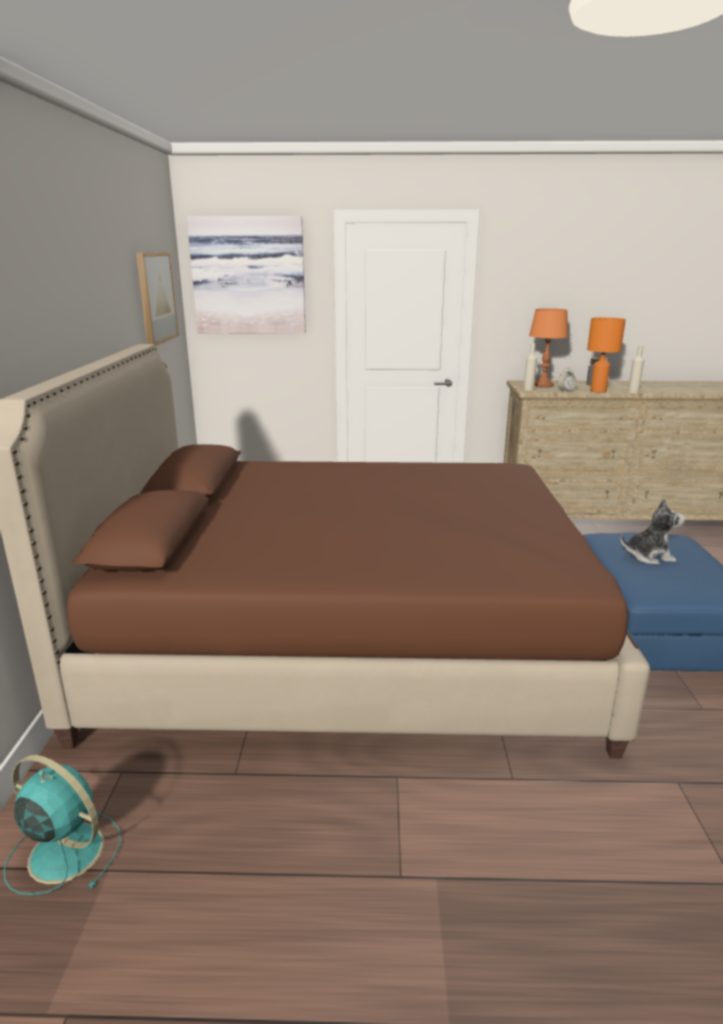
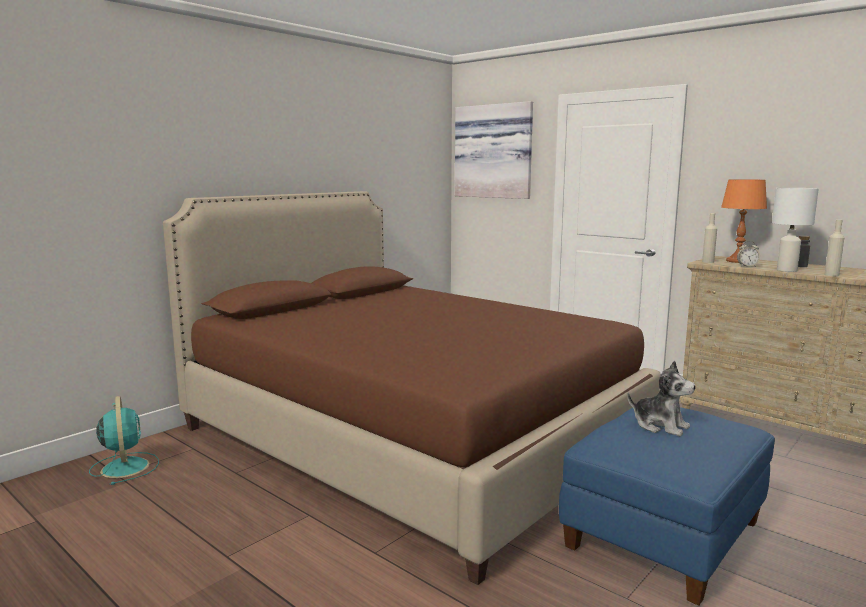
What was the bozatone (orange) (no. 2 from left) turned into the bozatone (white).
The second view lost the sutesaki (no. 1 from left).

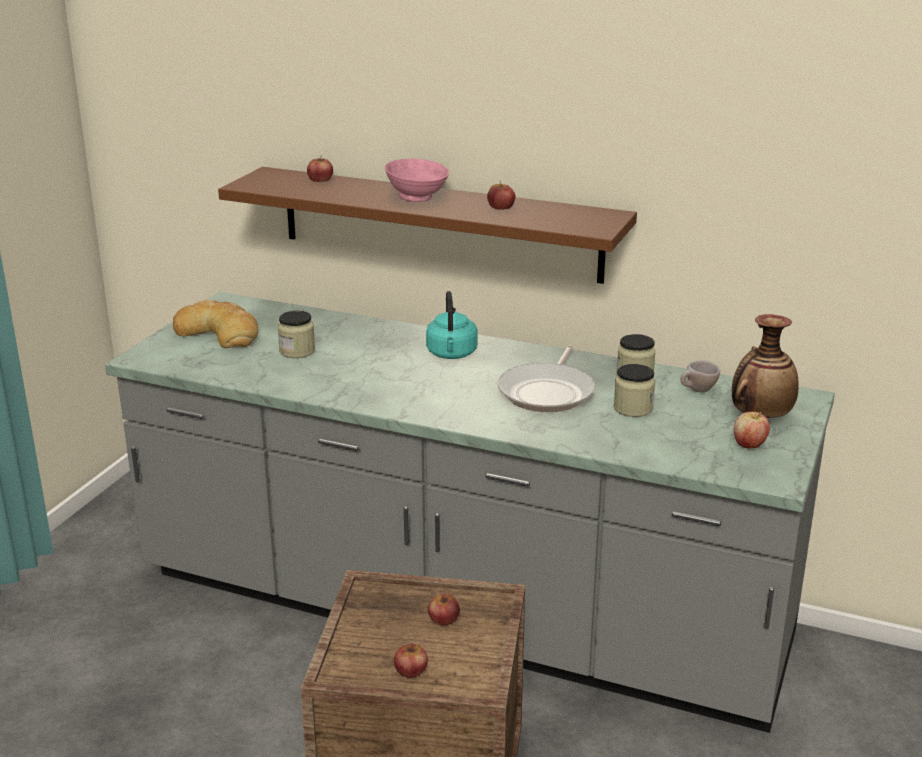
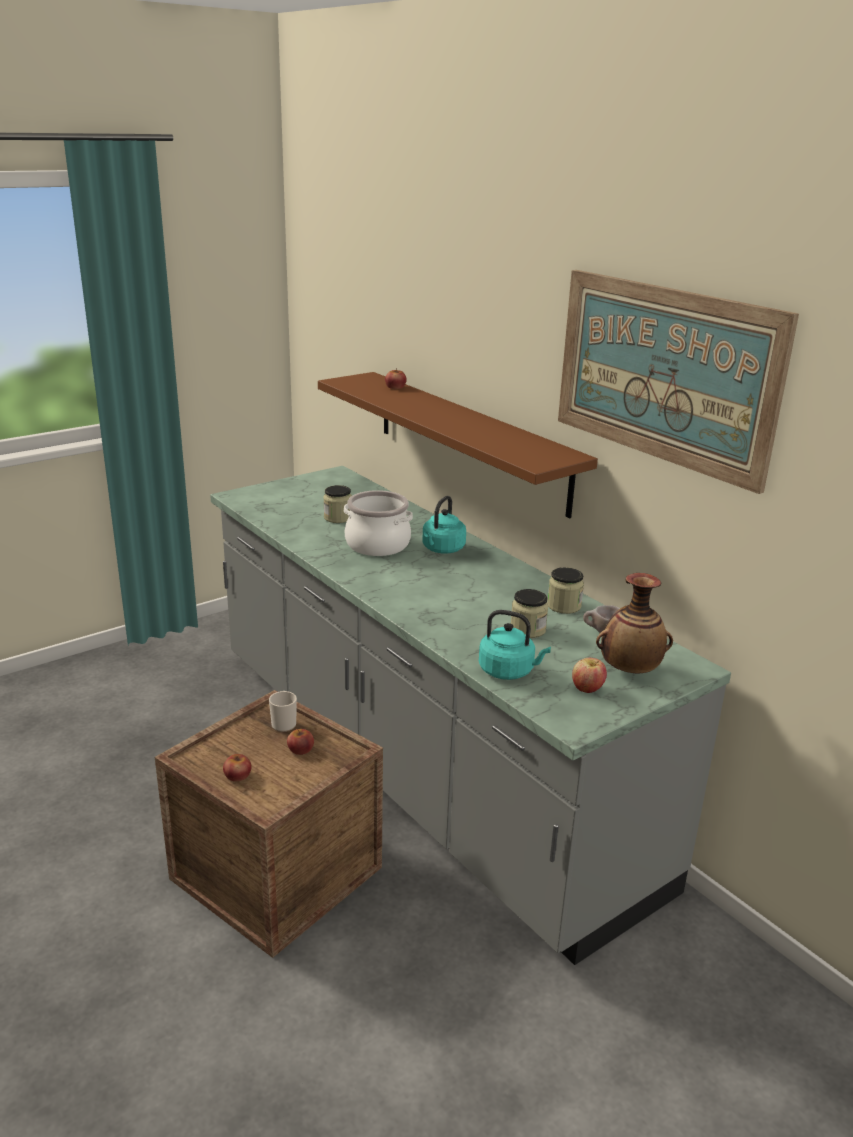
The second view gained the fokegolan.
The second view gained the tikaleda.
The second view gained the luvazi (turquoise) (no. 2 from left).
The second view gained the sutesaki.
The second view lost the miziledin.
The second view lost the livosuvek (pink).
The second view lost the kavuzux (no. 4 from left).
The second view lost the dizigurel.

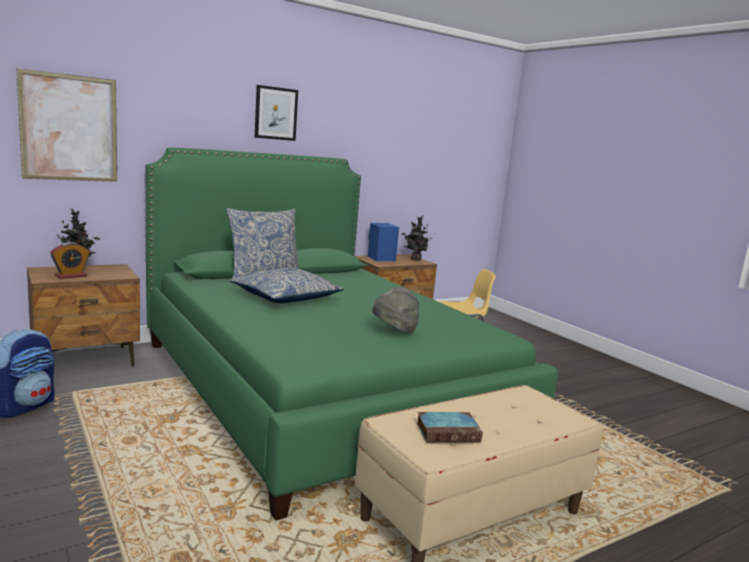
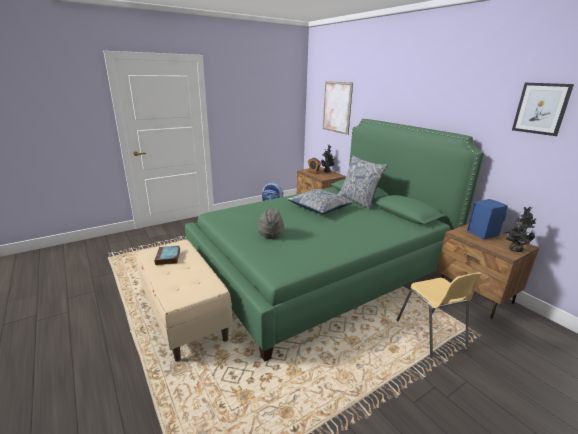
The sutesaki (no. 2 from left) ended up elsewhere.

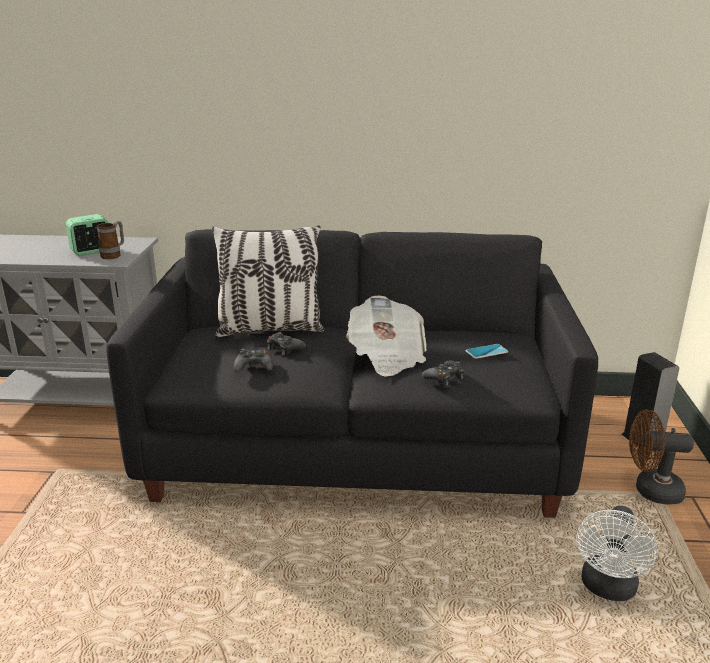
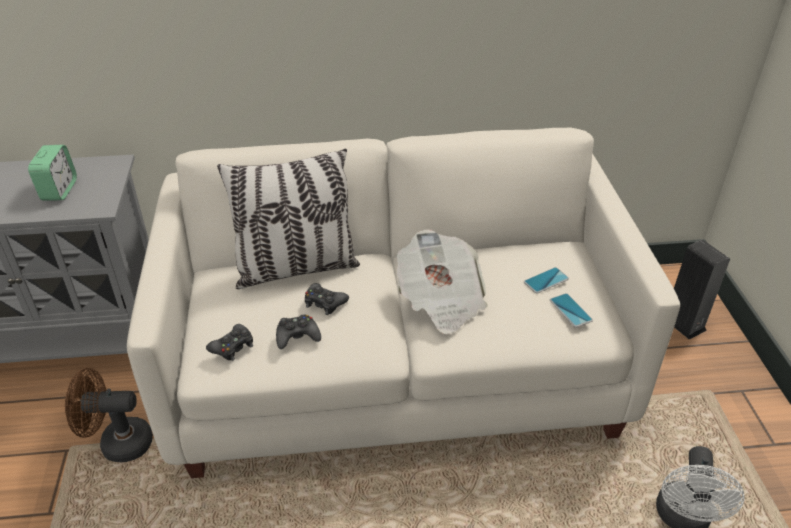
The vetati ended up facing another way, 135 degrees clockwise from before.
The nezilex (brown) ended up elsewhere.
What was the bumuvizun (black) turned into the bumuvizun (white).
The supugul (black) (no. 3 from left in the first image) ended up elsewhere.
The second view gained the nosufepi (no. 2 from left).
The second view lost the fokegolan.

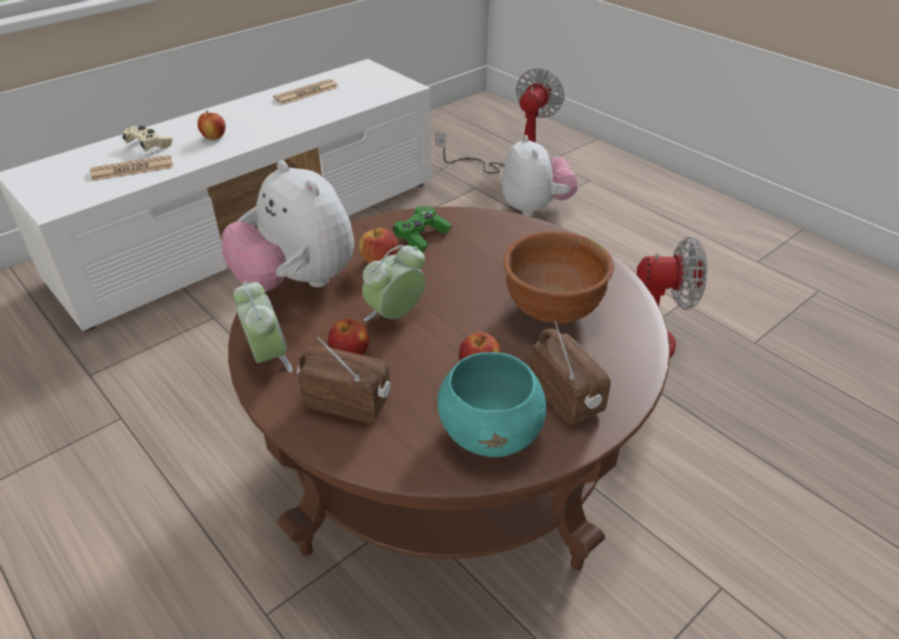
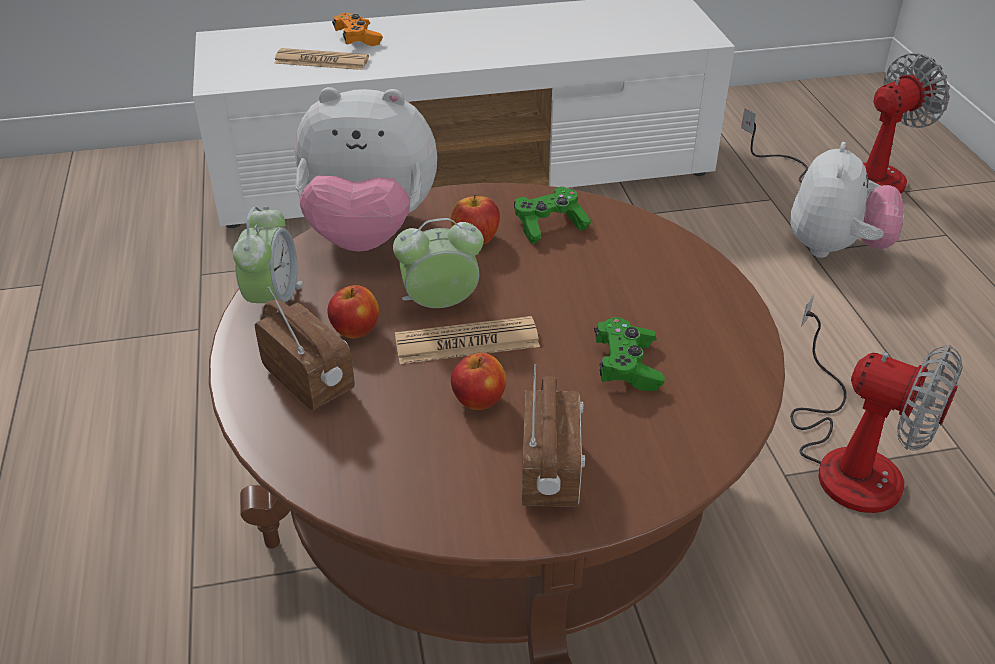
The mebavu (no. 1 from left) ended up facing another way, 75 degrees counterclockwise from before.
What was the supugul (beige) turned into the supugul (orange).
The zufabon (no. 2 from left) ended up elsewhere.
Where the livosuvek (brown) stood, the supugul (green) (no. 2 from left) came to stand.
The second view lost the kavuzux (no. 1 from left).
The second view lost the livosuvek (turquoise).

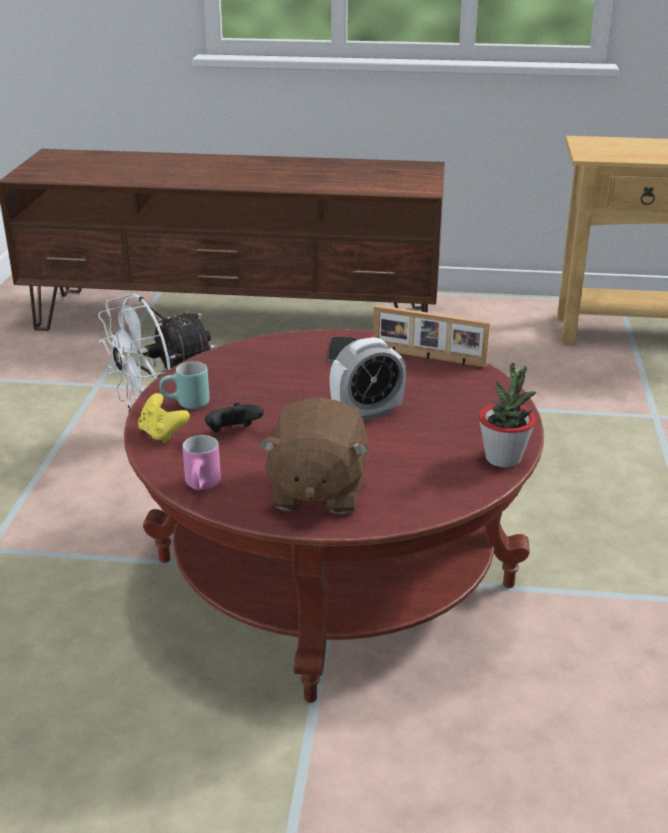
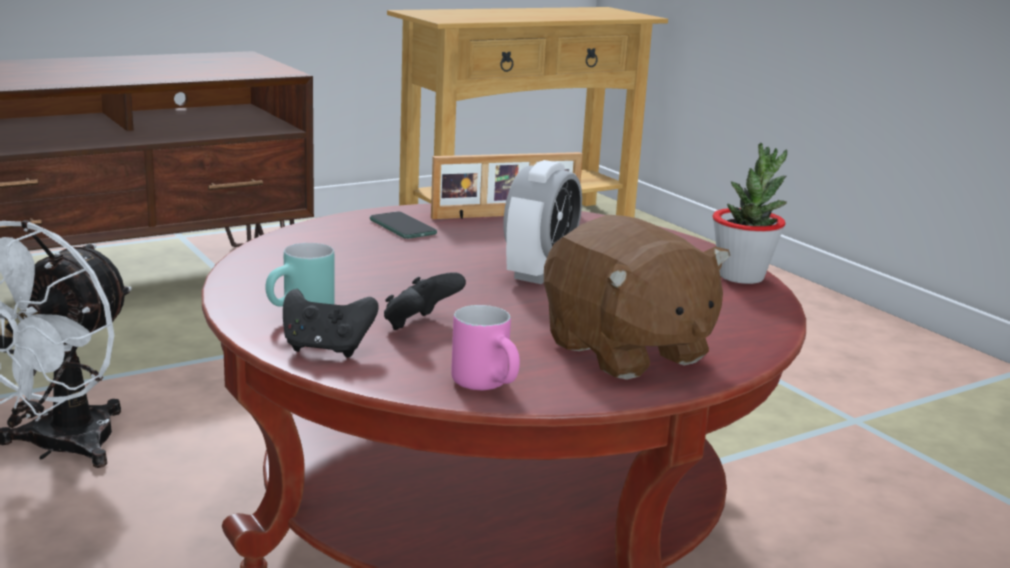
What was the supugul (yellow) turned into the supugul (black) (no. 1 from left).

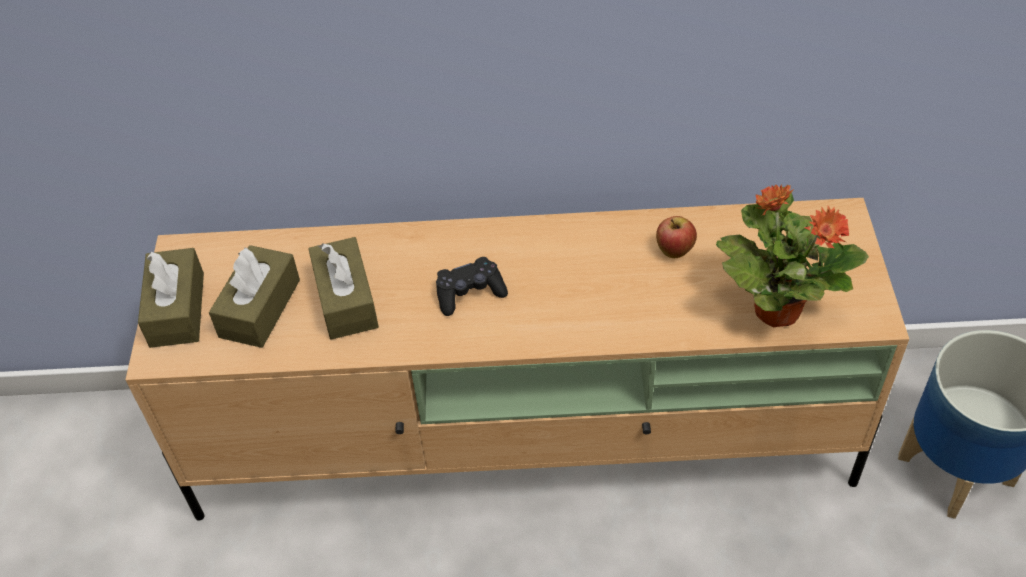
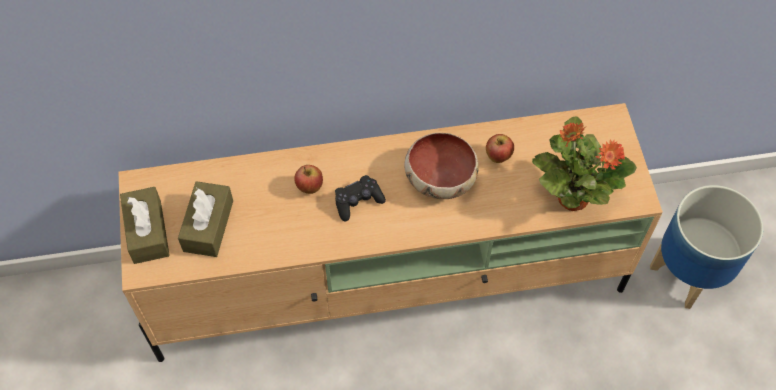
The second view gained the kavuzux (no. 1 from left).
The second view gained the livosuvek.
The second view lost the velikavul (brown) (no. 3 from left).

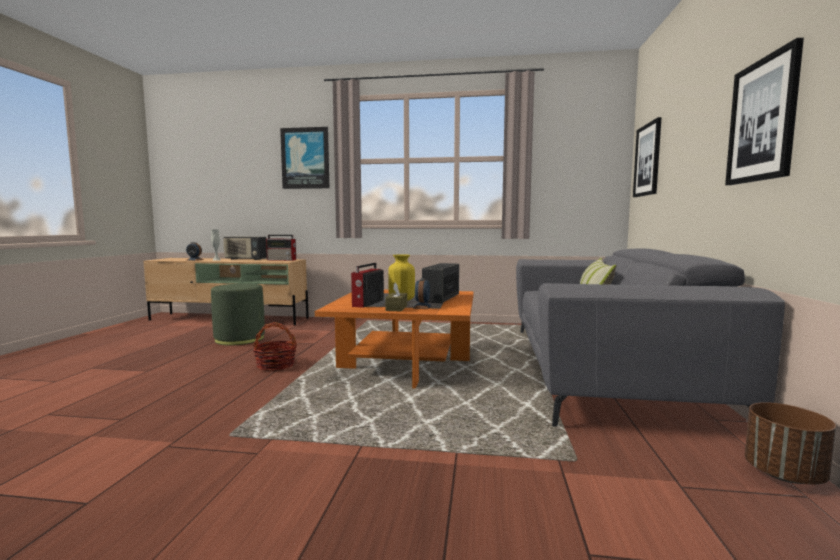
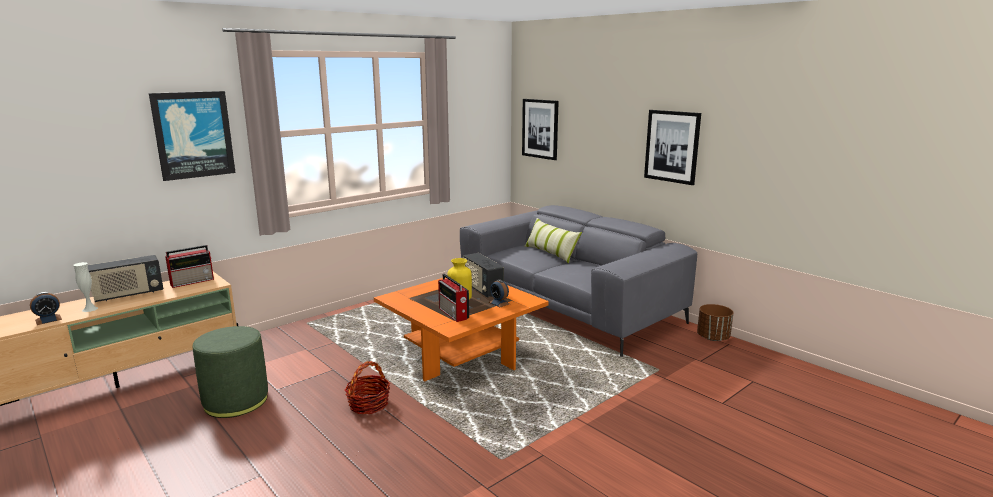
The second view lost the velikavul (brown).

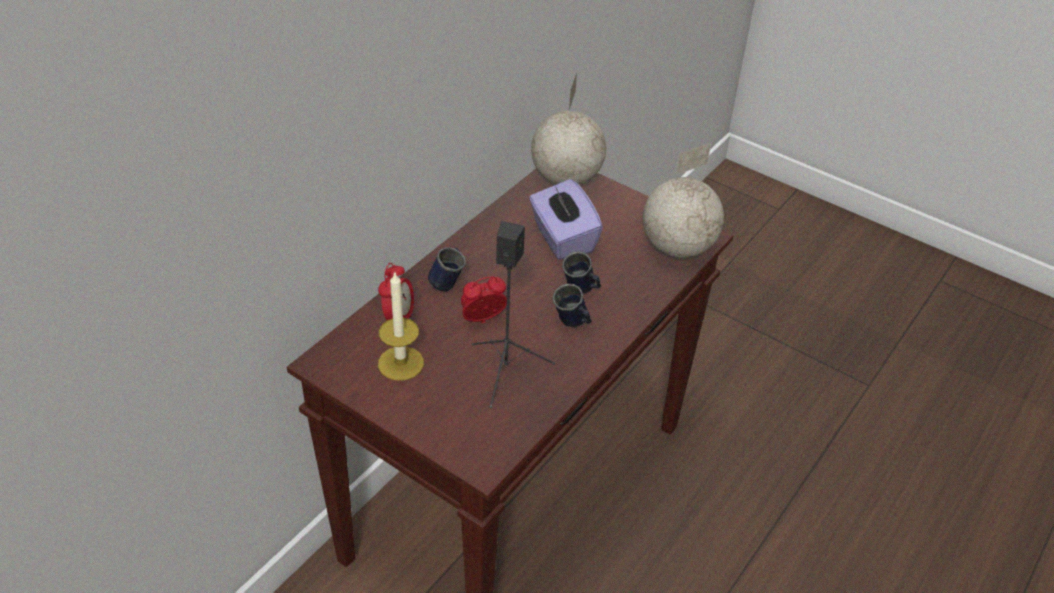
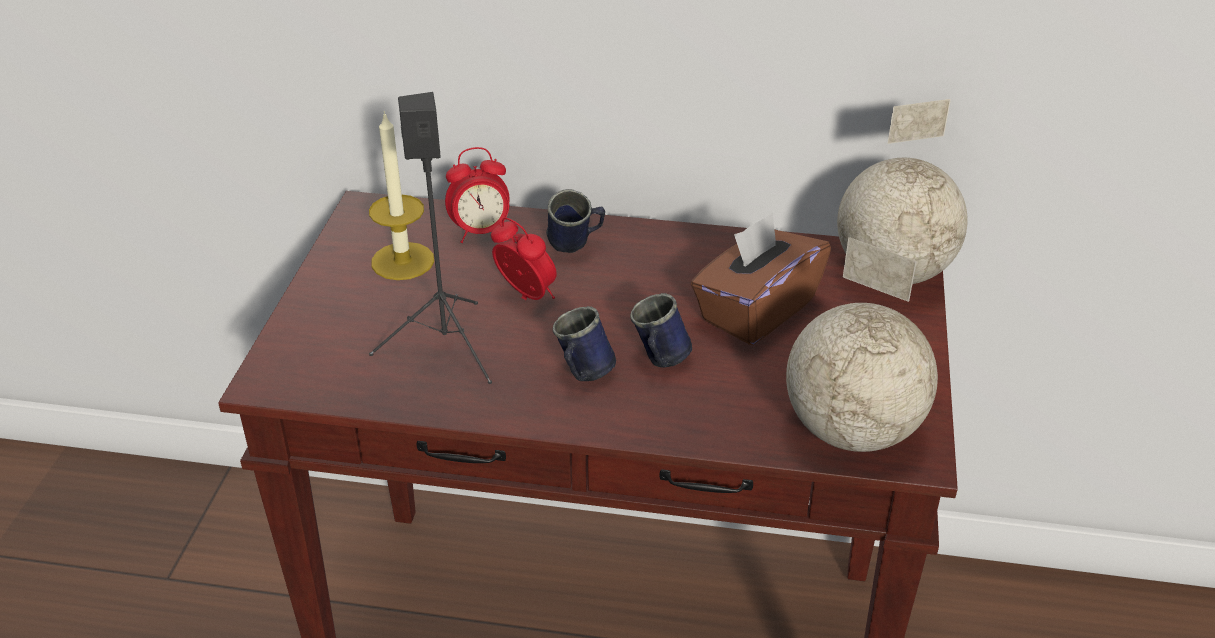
What was the velikavul (purple) turned into the velikavul (brown).

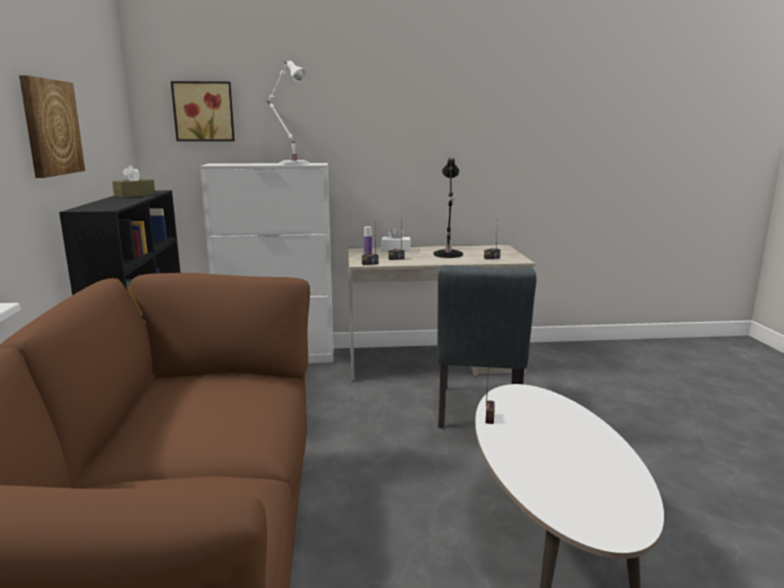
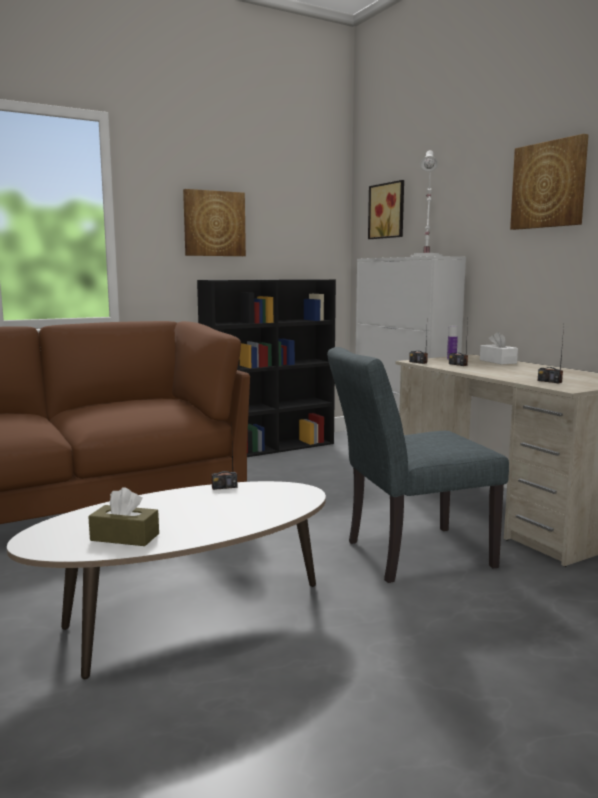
The velikavul (brown) ended up elsewhere.
The second view gained the sutesaki (no. 3 from left).
The second view lost the bozatone (black).

